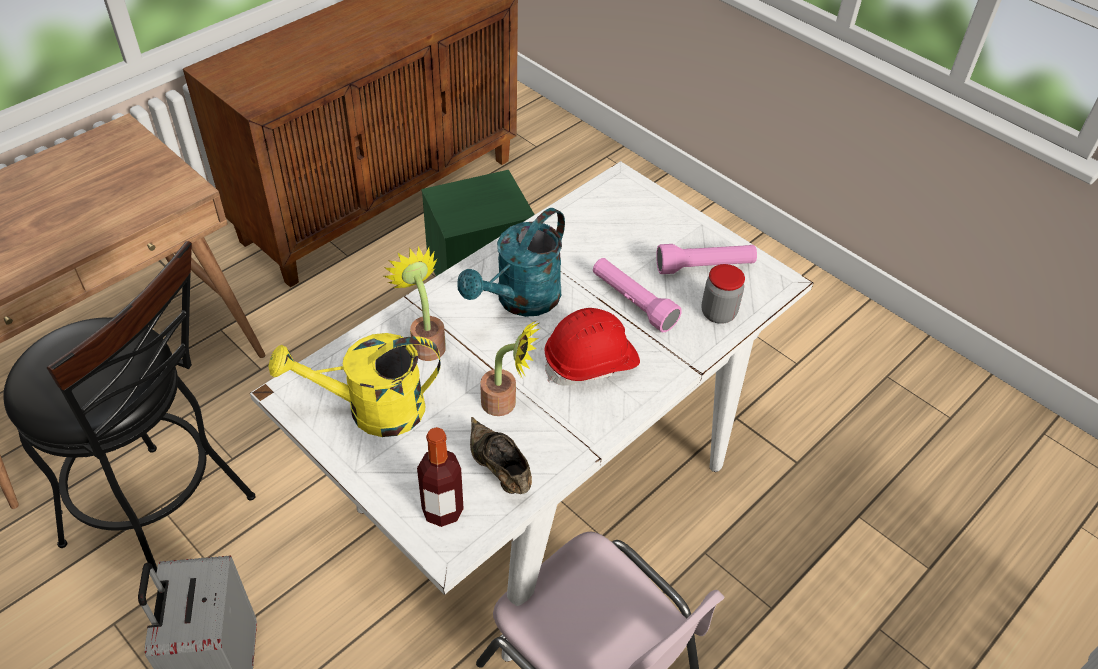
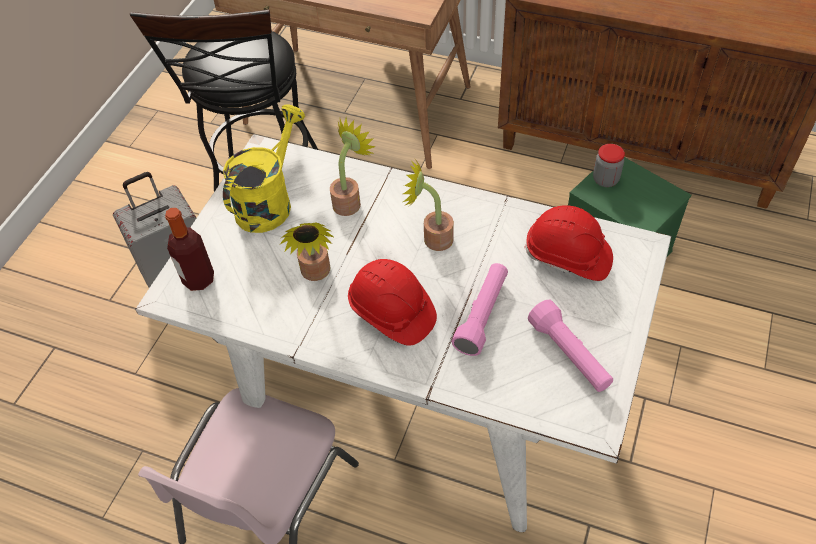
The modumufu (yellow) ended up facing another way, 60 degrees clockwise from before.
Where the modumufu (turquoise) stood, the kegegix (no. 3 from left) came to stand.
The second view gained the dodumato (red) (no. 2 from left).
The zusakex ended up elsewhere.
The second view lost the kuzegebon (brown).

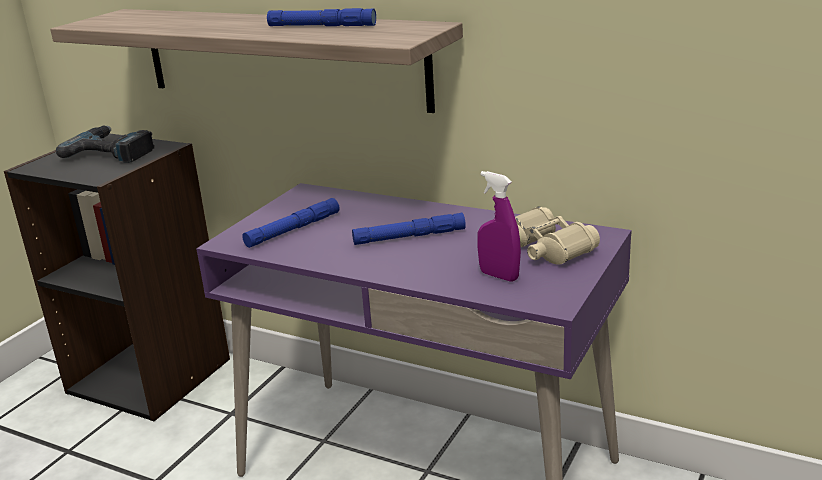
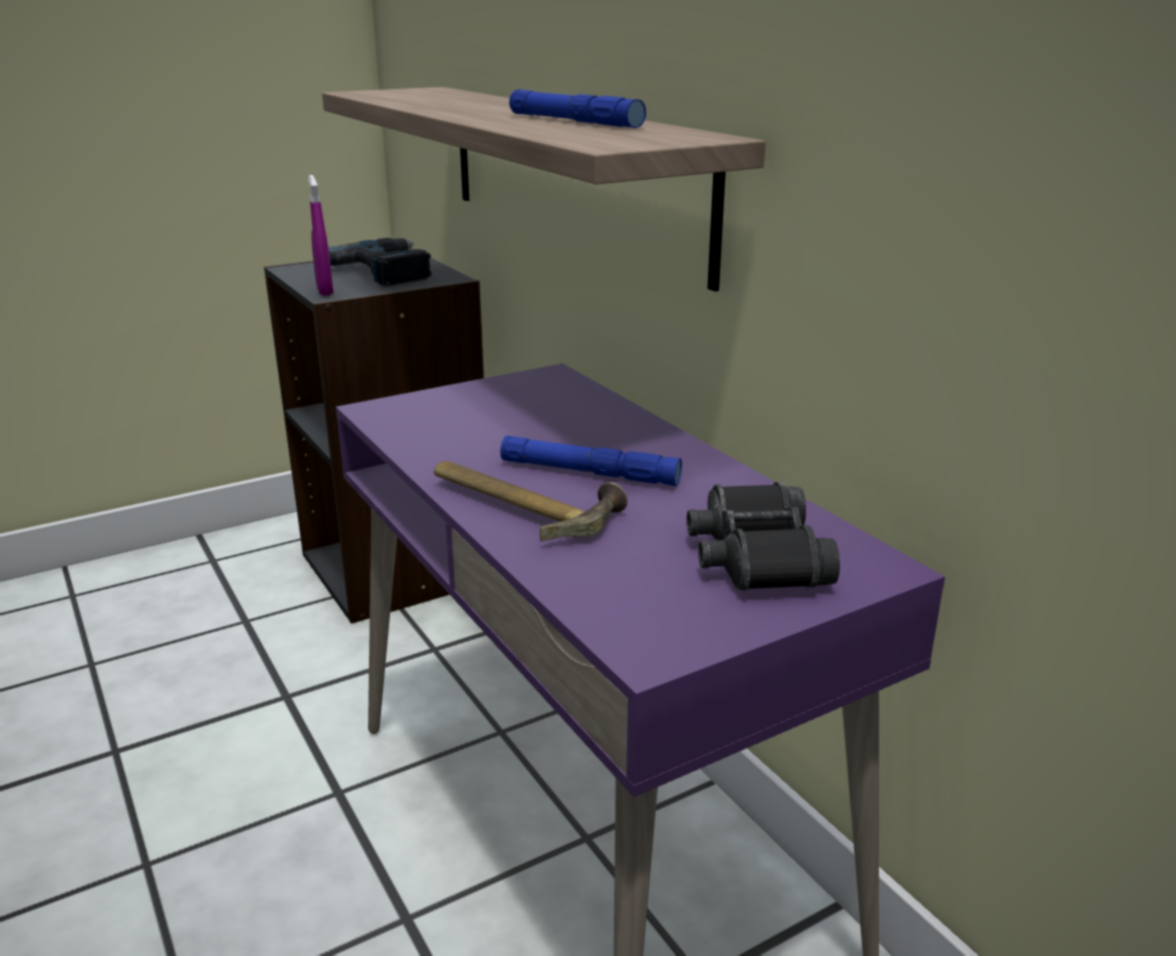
The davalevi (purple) ended up elsewhere.
The second view gained the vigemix.
What was the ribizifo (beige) turned into the ribizifo (black).
The second view lost the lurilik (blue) (no. 1 from left).

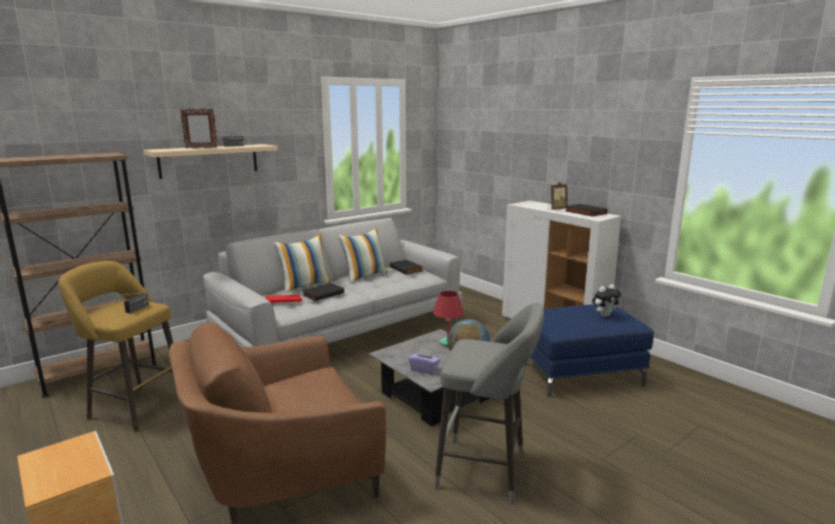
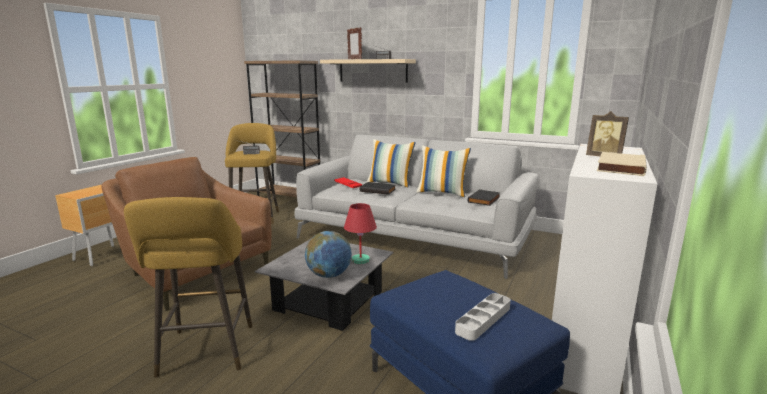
What was the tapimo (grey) turned into the tapimo (yellow) (no. 1 from left).
Where the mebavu stood, the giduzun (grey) came to stand.
What was the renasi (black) (no. 3 from left) turned into the renasi (beige).
The second view lost the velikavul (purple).

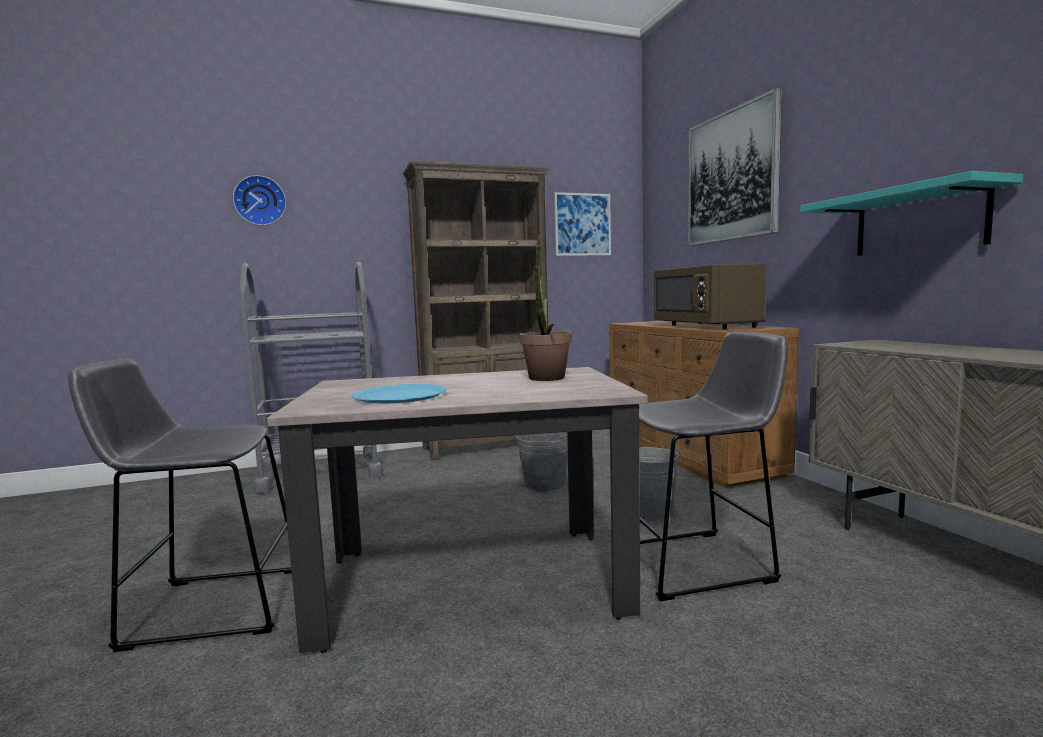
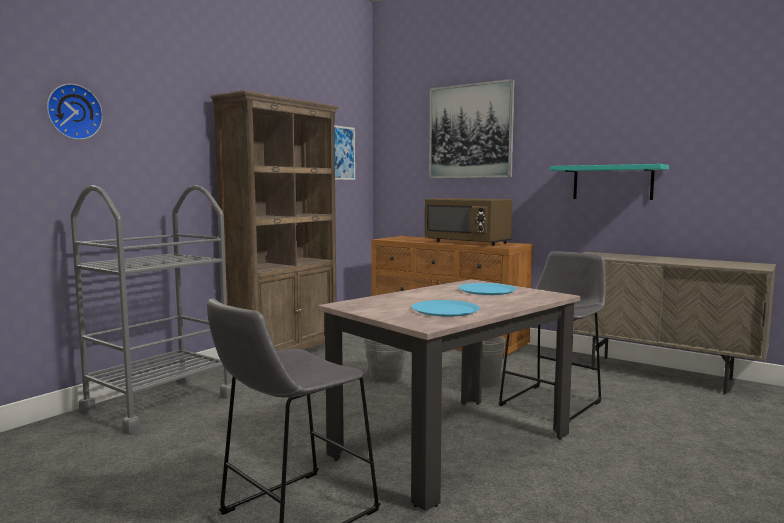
Where the kegegix stood, the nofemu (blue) (no. 2 from left) came to stand.

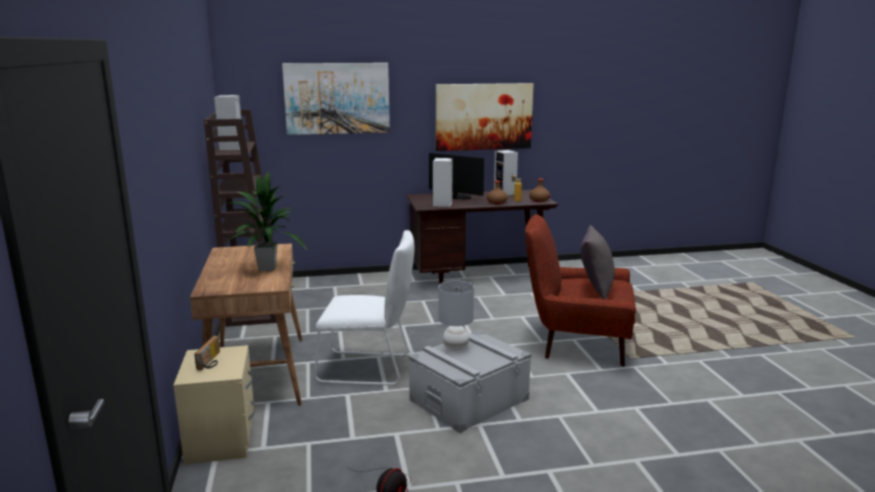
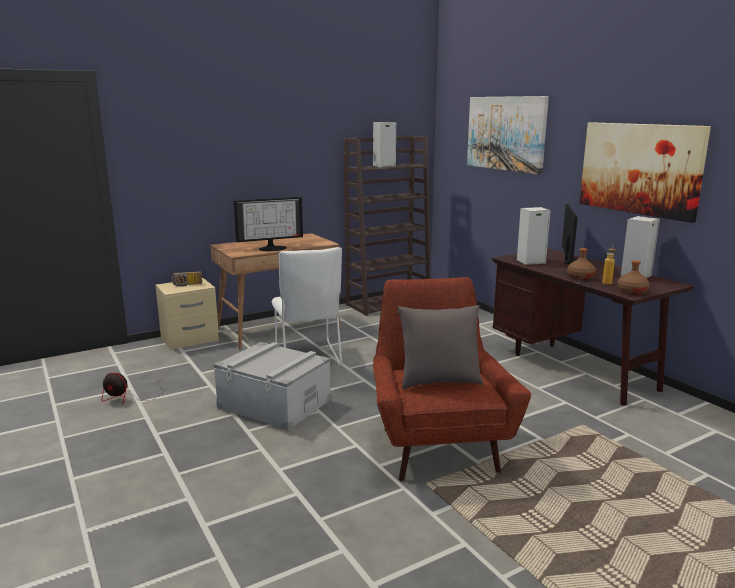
Where the kegegix stood, the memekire (no. 1 from left) came to stand.
The second view lost the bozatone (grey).

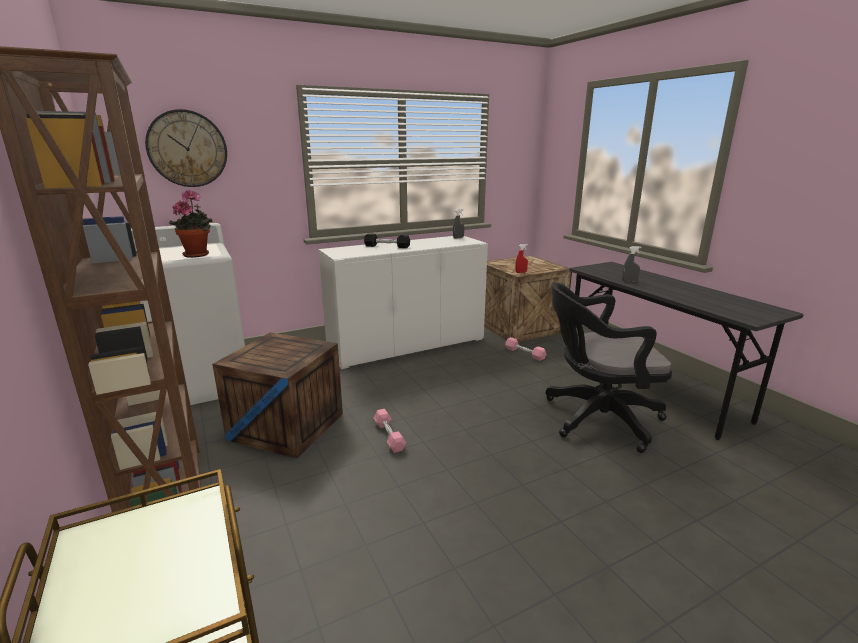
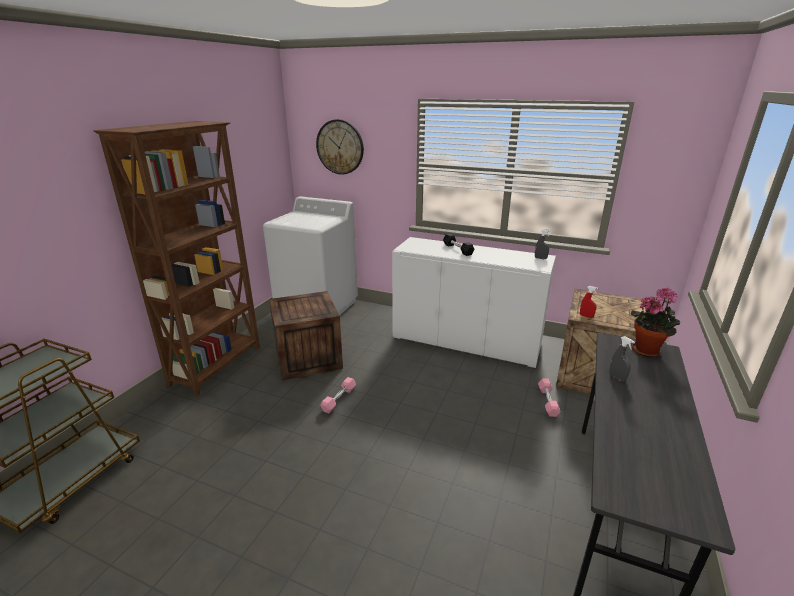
The kegegix ended up elsewhere.
The second view lost the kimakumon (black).

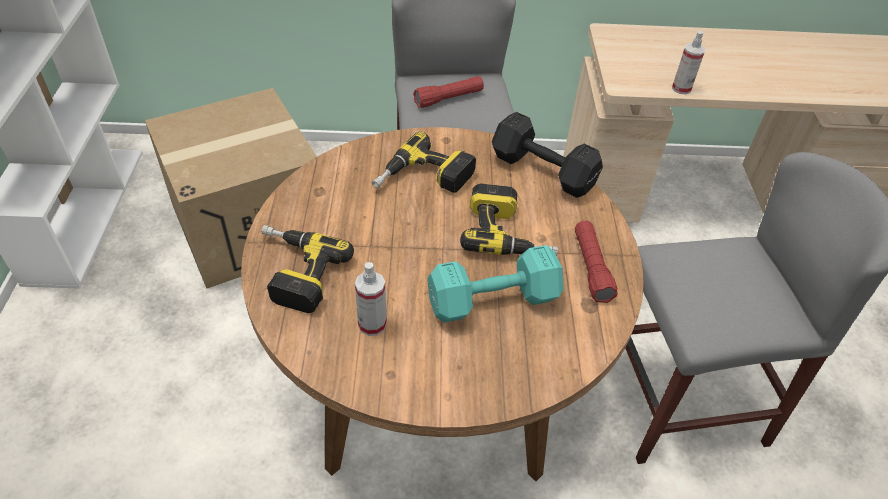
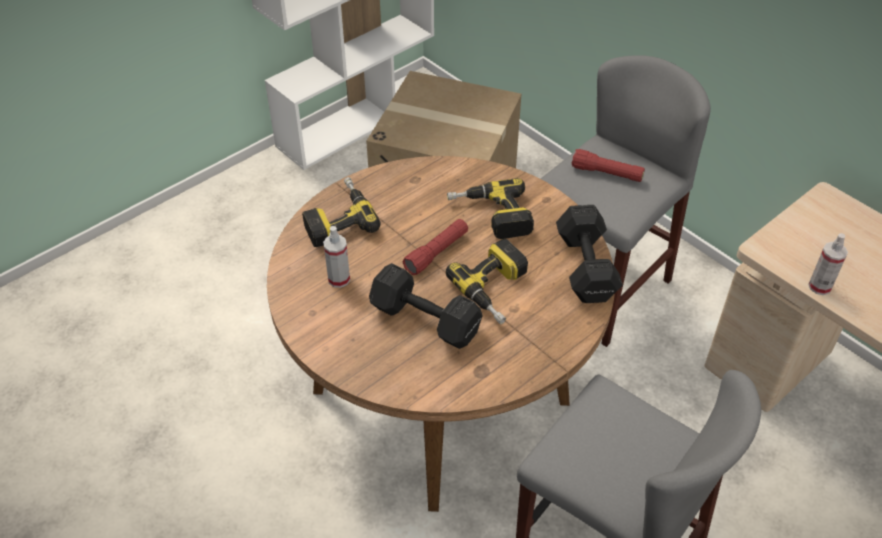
What was the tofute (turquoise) turned into the tofute (black) (no. 1 from left).
The lurilik (red) (no. 2 from left in the first image) ended up elsewhere.

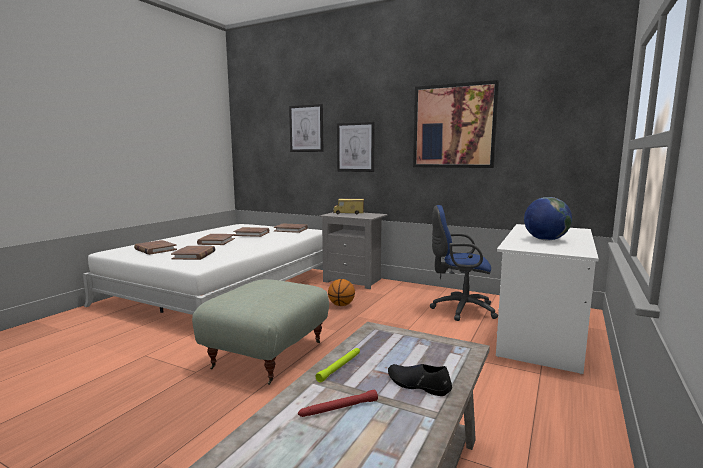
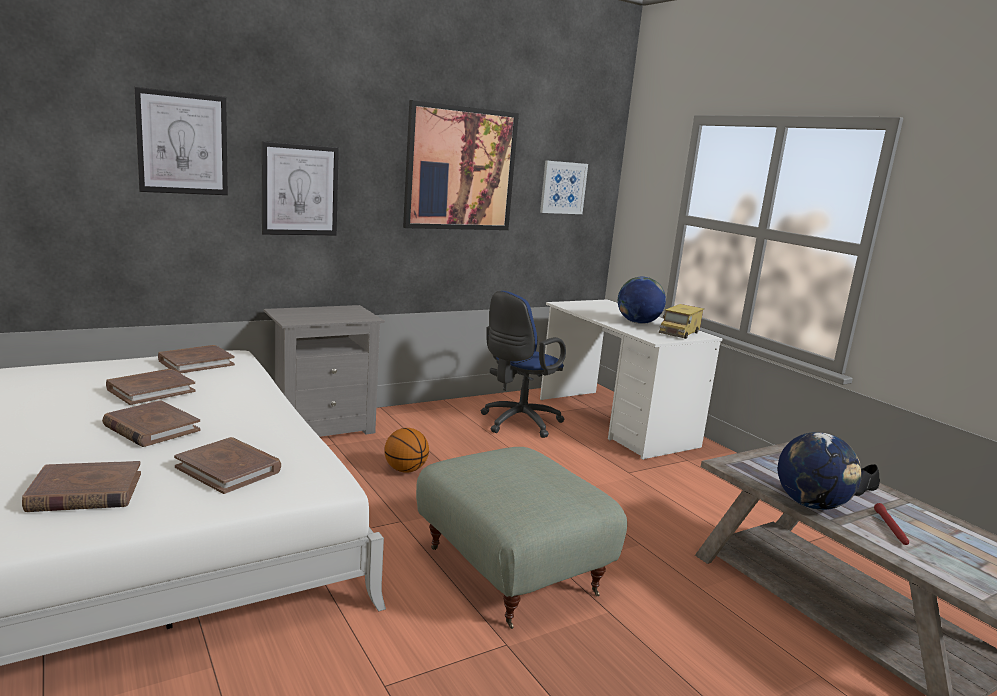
The second view gained the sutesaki (no. 4 from left).
The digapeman ended up elsewhere.
Where the lurilik (green) stood, the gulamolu (no. 2 from left) came to stand.

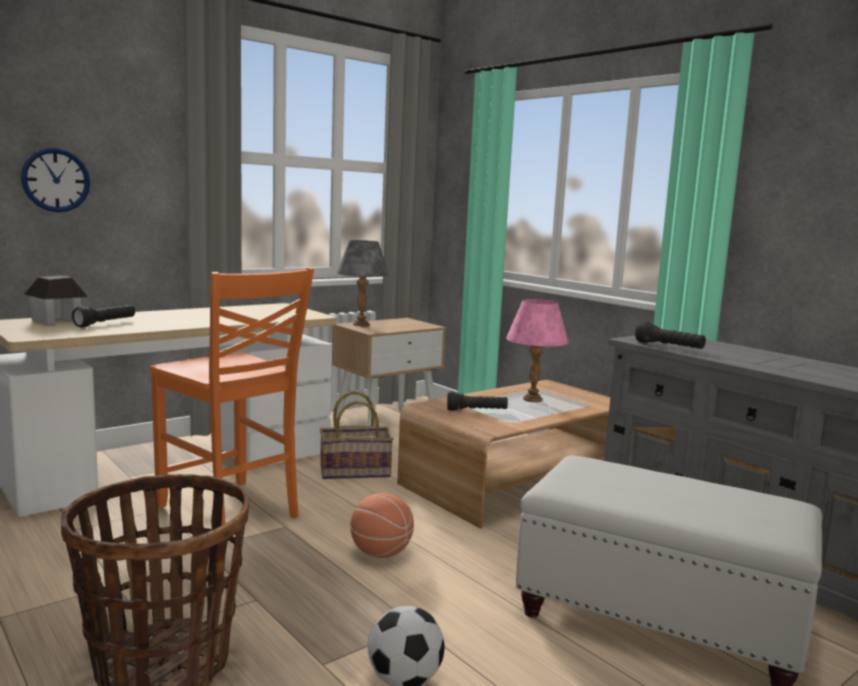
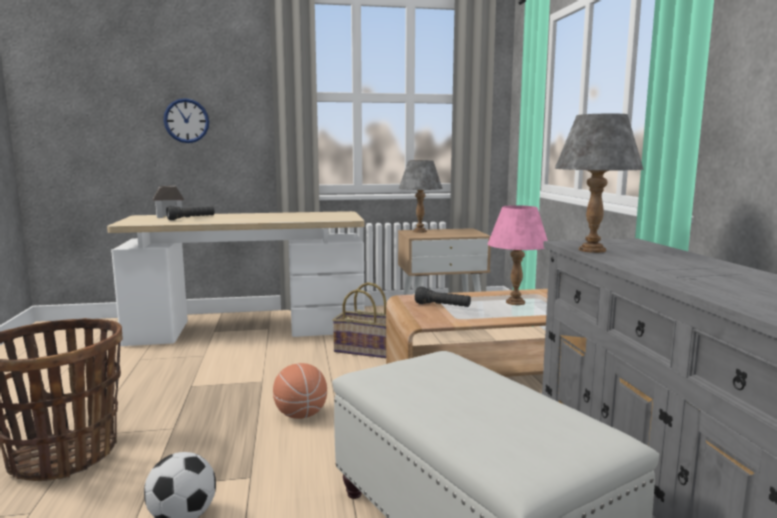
Where the lurilik (black) (no. 3 from left) stood, the bozatone (grey) (no. 2 from left) came to stand.
The second view lost the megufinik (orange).

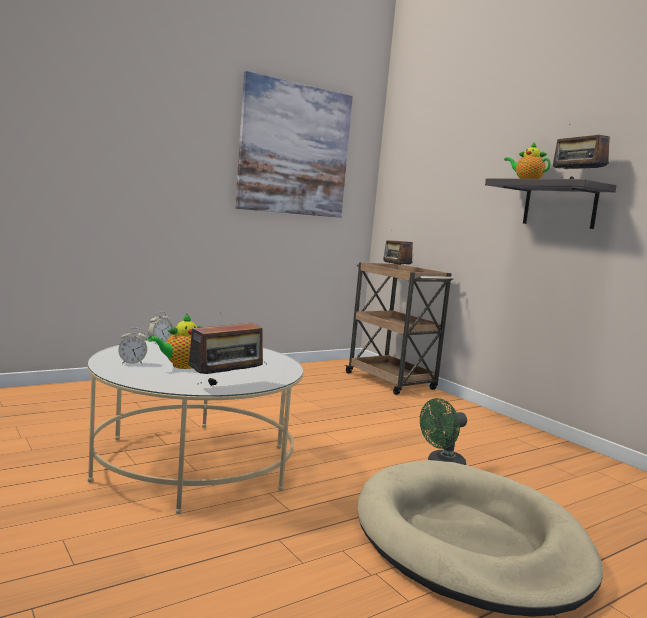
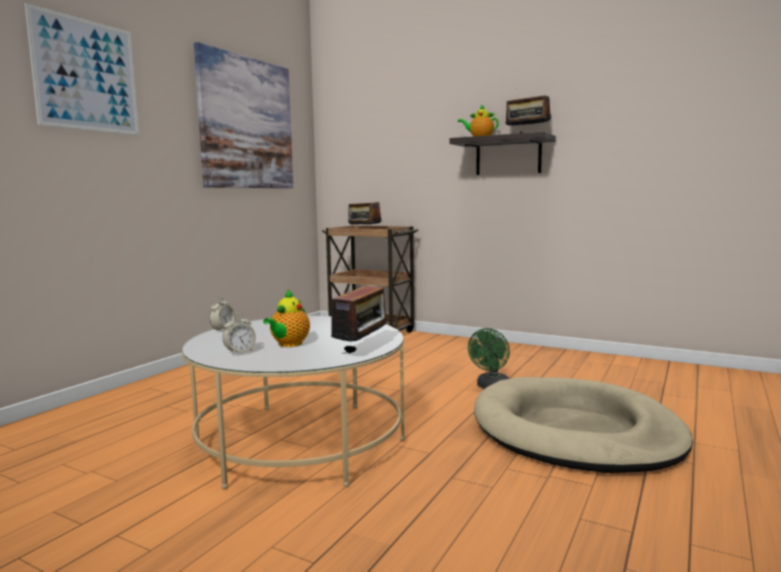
The second view gained the sutesaki (no. 1 from left).

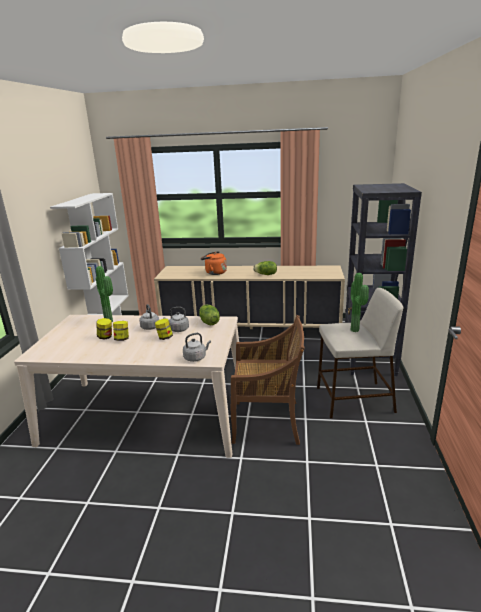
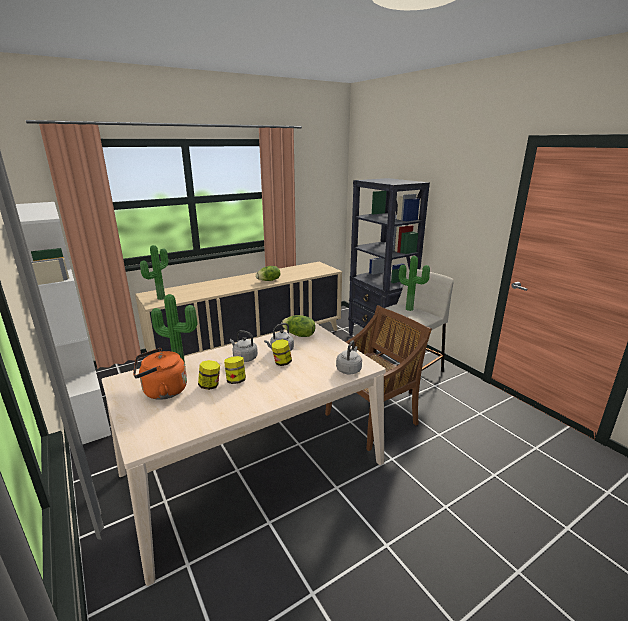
The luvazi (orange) ended up elsewhere.
The second view gained the kegegix (no. 1 from left).

